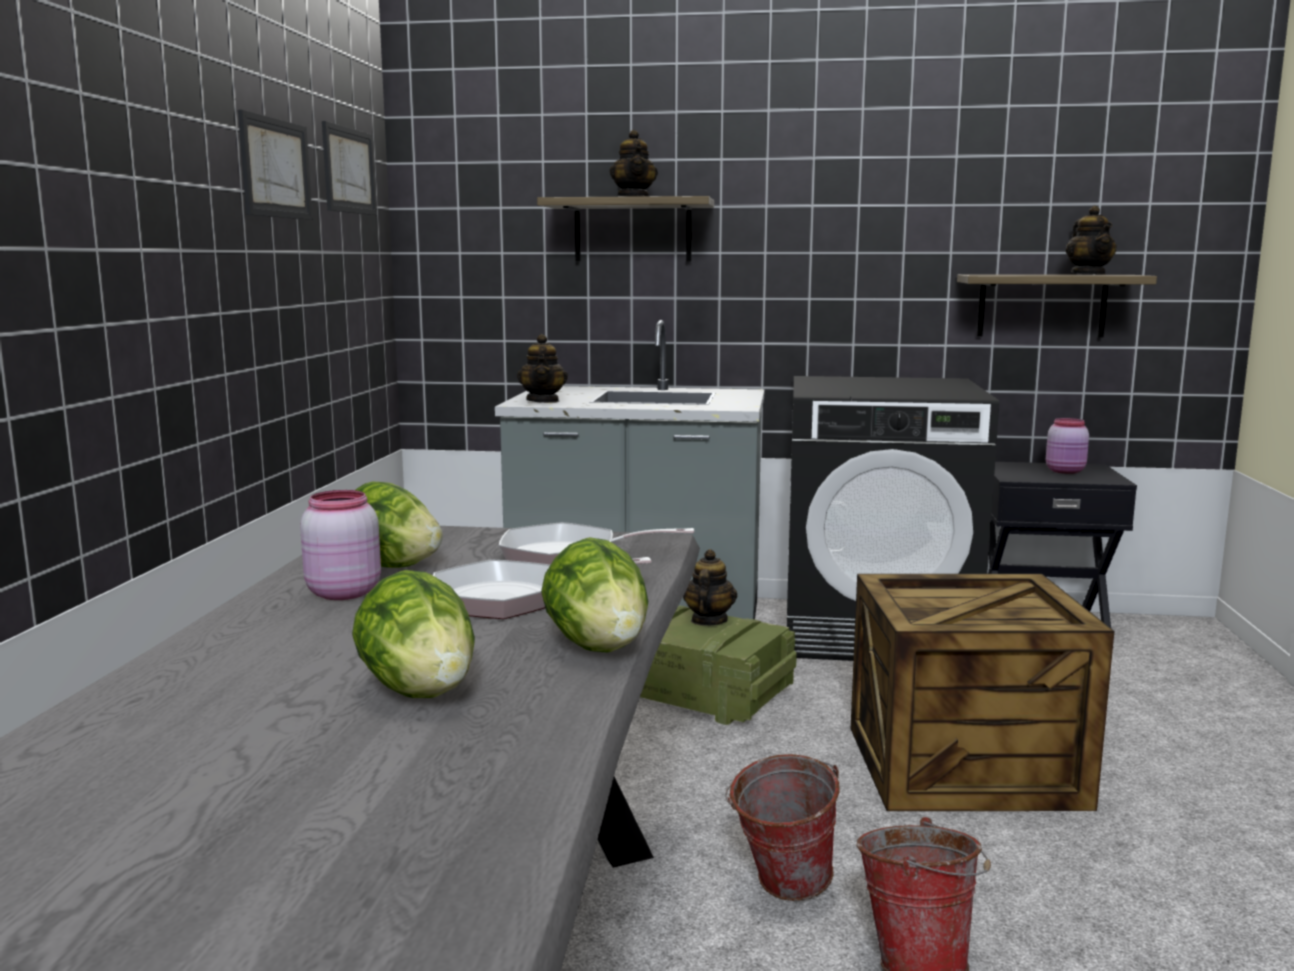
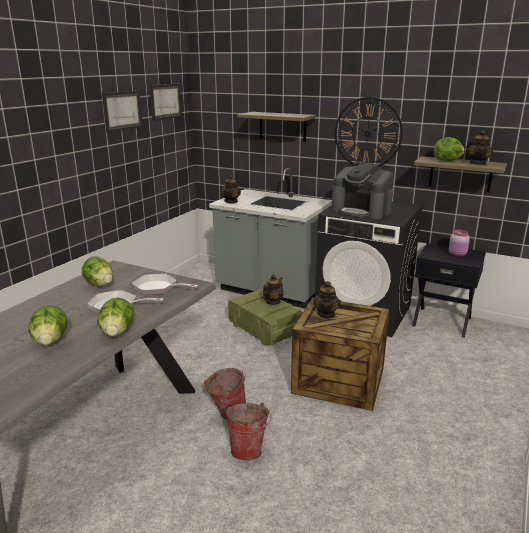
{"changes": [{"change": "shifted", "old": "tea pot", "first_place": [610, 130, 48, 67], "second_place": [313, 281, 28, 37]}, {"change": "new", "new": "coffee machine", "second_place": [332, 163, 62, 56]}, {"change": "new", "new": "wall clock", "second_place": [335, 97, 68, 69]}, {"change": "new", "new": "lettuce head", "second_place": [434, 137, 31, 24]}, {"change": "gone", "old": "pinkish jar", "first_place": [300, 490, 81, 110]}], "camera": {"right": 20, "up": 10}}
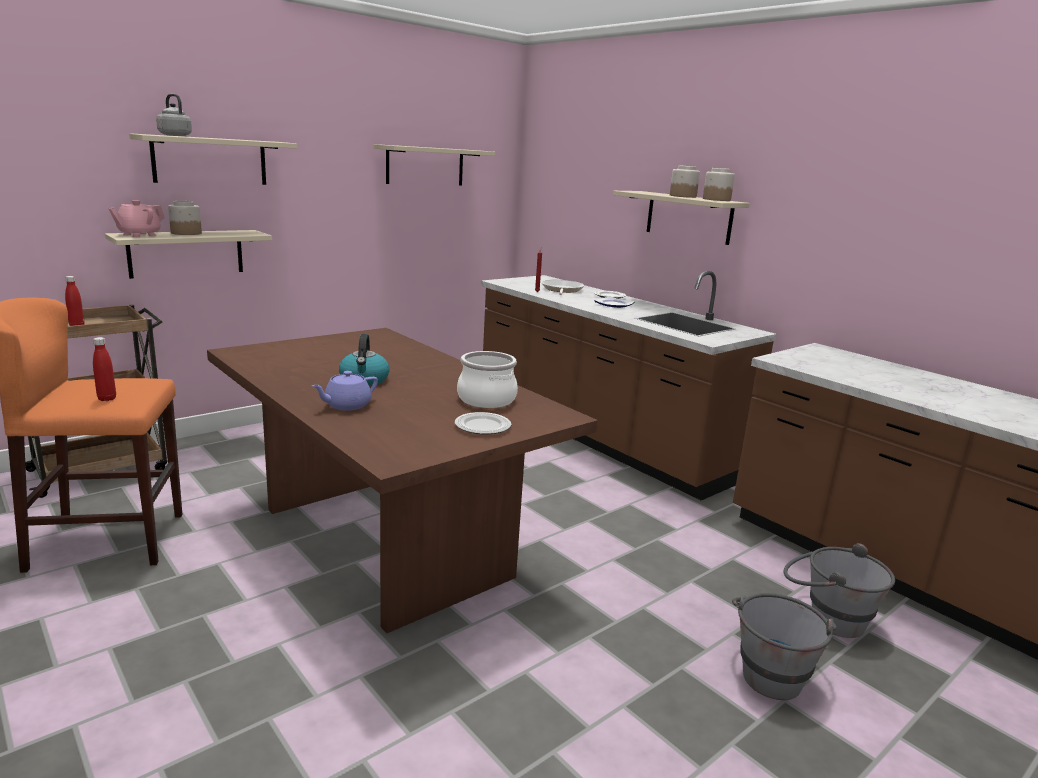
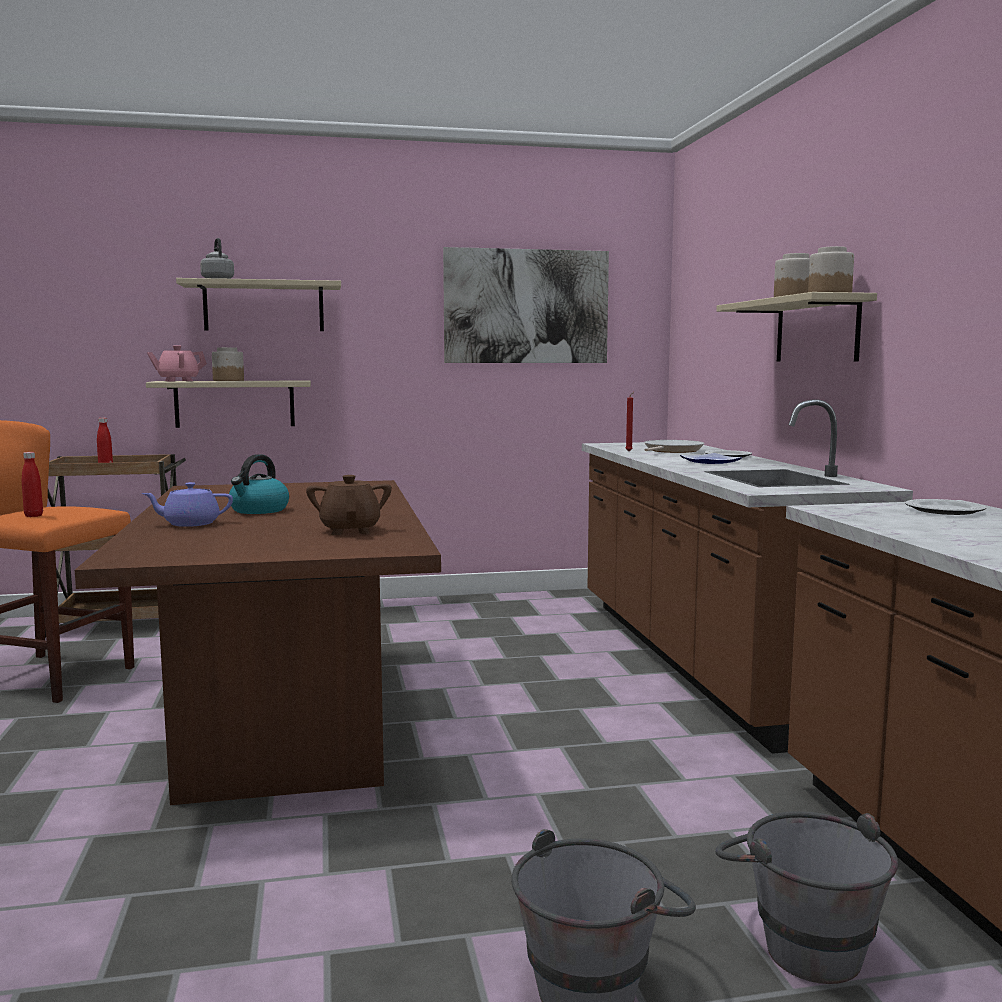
{"changes": [{"change": "swapped", "old": "cooking pot", "new": "brown-coloured tea pot", "first_place": [457, 351, 61, 57], "second_place": [306, 475, 86, 60]}, {"change": "swapped", "old": "sand-coloured shelf", "new": "wall picture", "first_place": [374, 144, 121, 41], "second_place": [443, 247, 166, 116]}, {"change": "shifted", "old": "dinner plate", "first_place": [455, 412, 57, 23], "second_place": [905, 499, 81, 16]}], "camera": {"right": 30, "up": -10}}
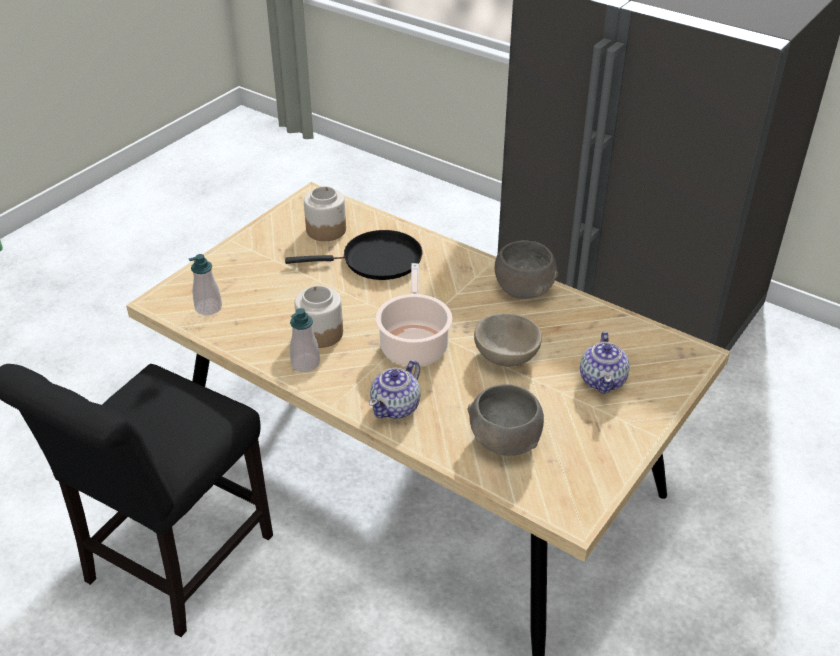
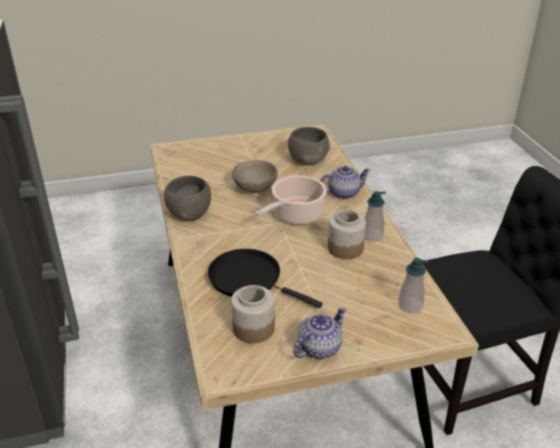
{"changes": [{"change": "shifted", "old": "tea pot", "first_place": [580, 332, 50, 62], "second_place": [293, 307, 53, 52]}], "camera": {"right": -140, "up": -5}}
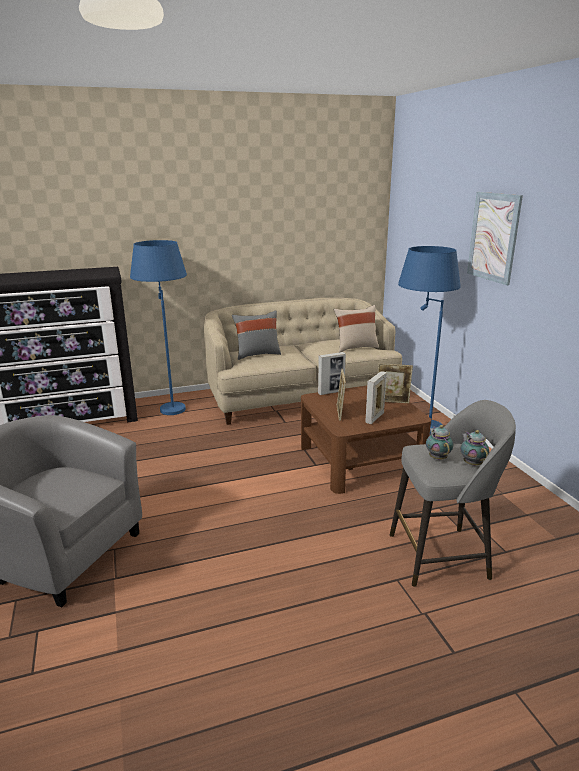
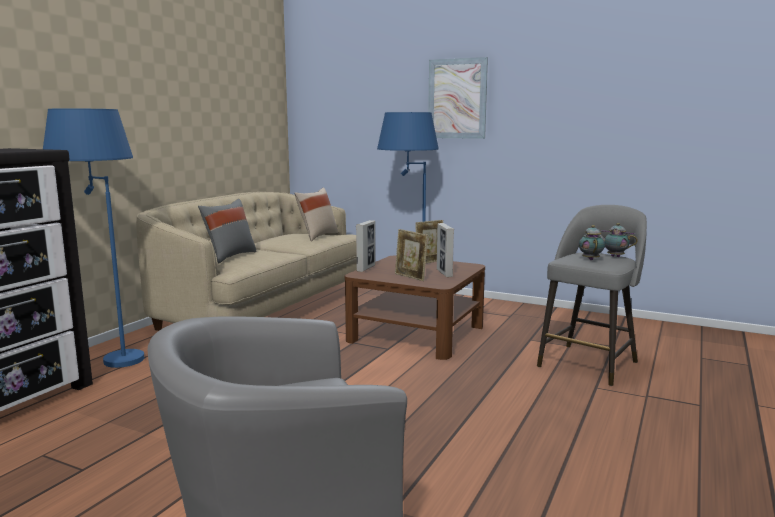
{"changes": [{"change": "rotated", "old": "tea pot", "first_place": [426, 425, 27, 35], "second_place": [579, 225, 26, 35], "degrees": 60}], "camera": {"right": -45, "up": -10}}
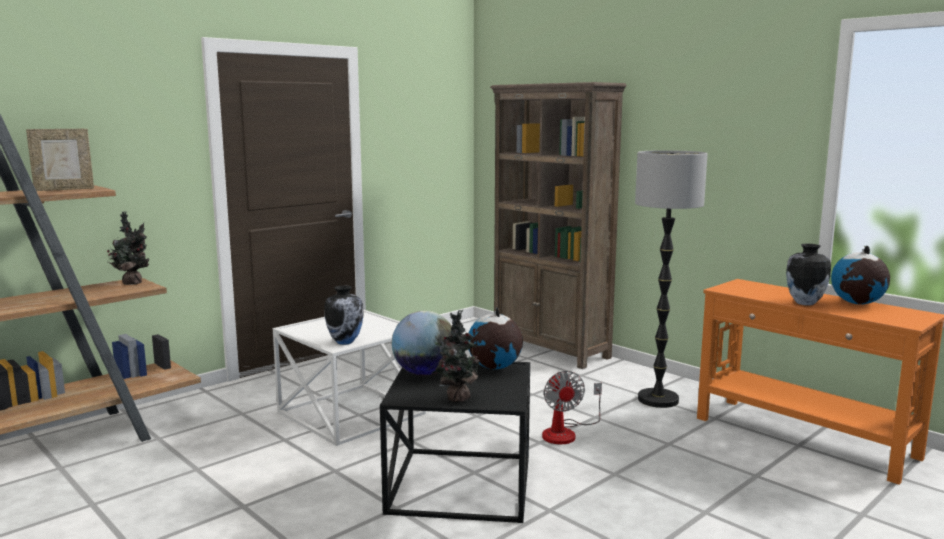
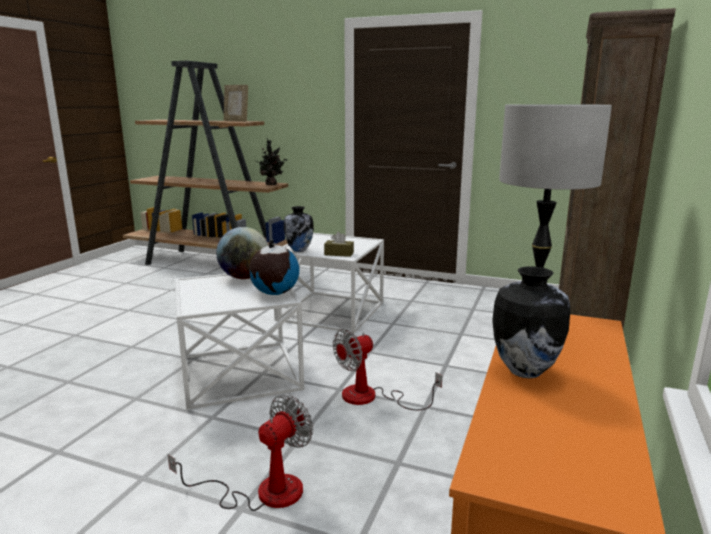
{"changes": [{"change": "new", "new": "electric fan", "second_place": [168, 395, 145, 116]}, {"change": "repainted", "old": "black-coloured side table", "new": "whitish side table", "first_place": [380, 362, 150, 161], "second_place": [175, 274, 129, 136]}, {"change": "new", "new": "brown-coloured tissue box", "second_place": [324, 232, 30, 25]}, {"change": "gone", "old": "potted plant", "first_place": [432, 310, 48, 93]}, {"change": "gone", "old": "globe", "first_place": [831, 246, 59, 58]}], "camera": {"right": 65, "up": 5}}
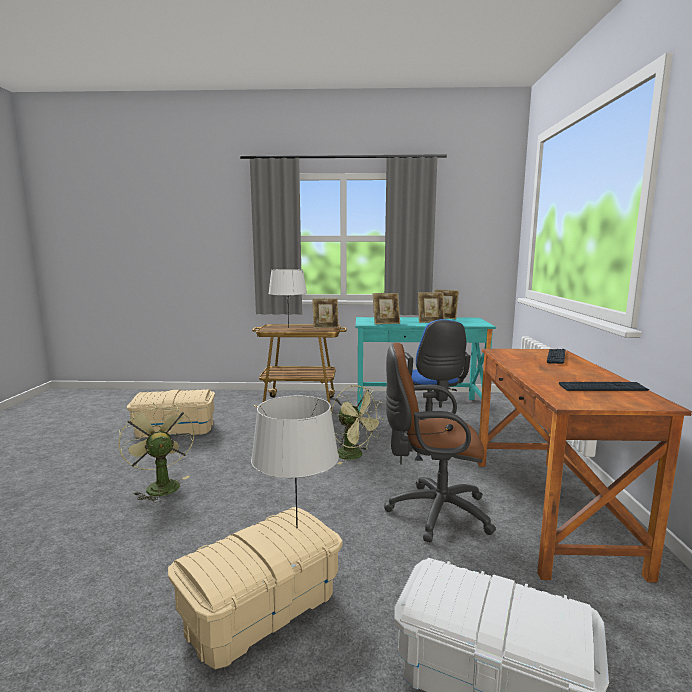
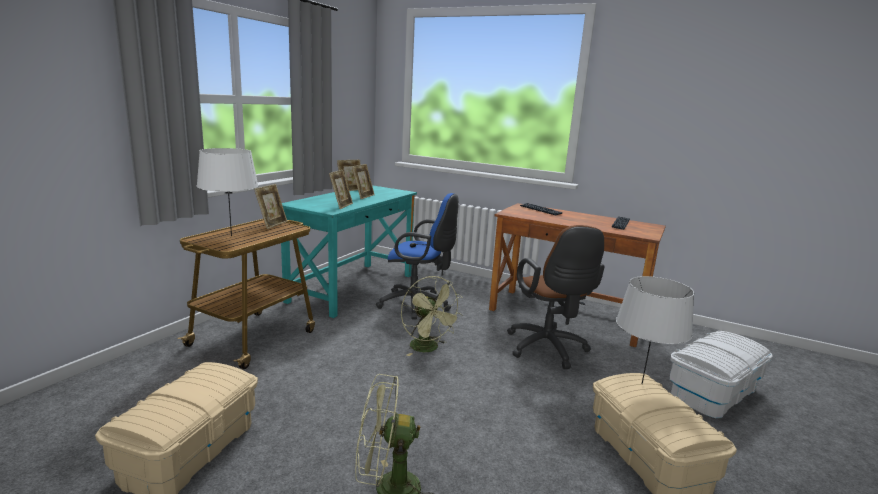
{"changes": [{"change": "rotated", "old": "green-coloured electric fan", "first_place": [331, 385, 53, 80], "second_place": [401, 276, 62, 80], "degrees": 75}, {"change": "rotated", "old": "brown-coloured office chair", "first_place": [384, 343, 112, 199], "second_place": [507, 225, 98, 144], "degrees": -45}], "camera": {"right": -65, "up": 5}}
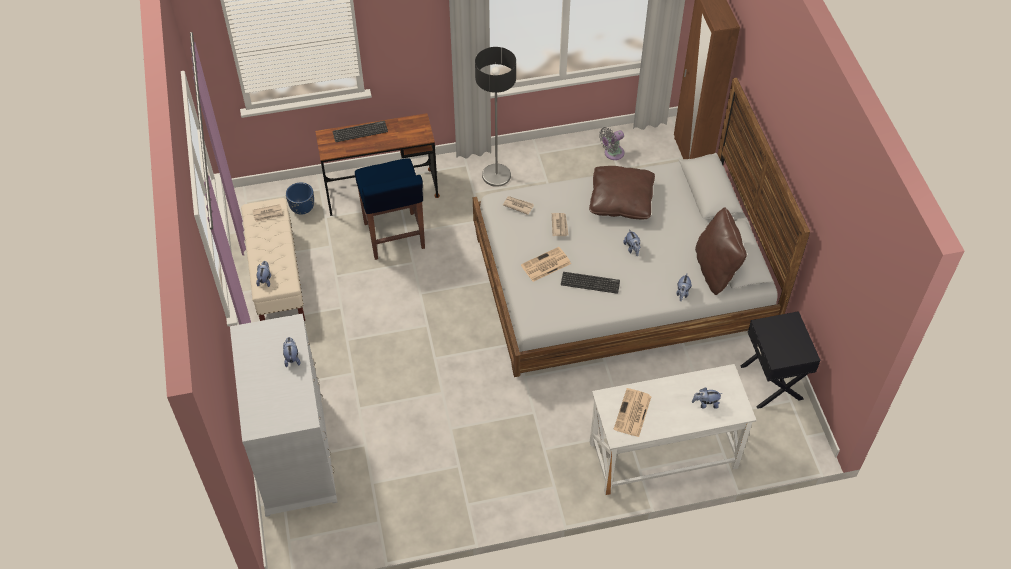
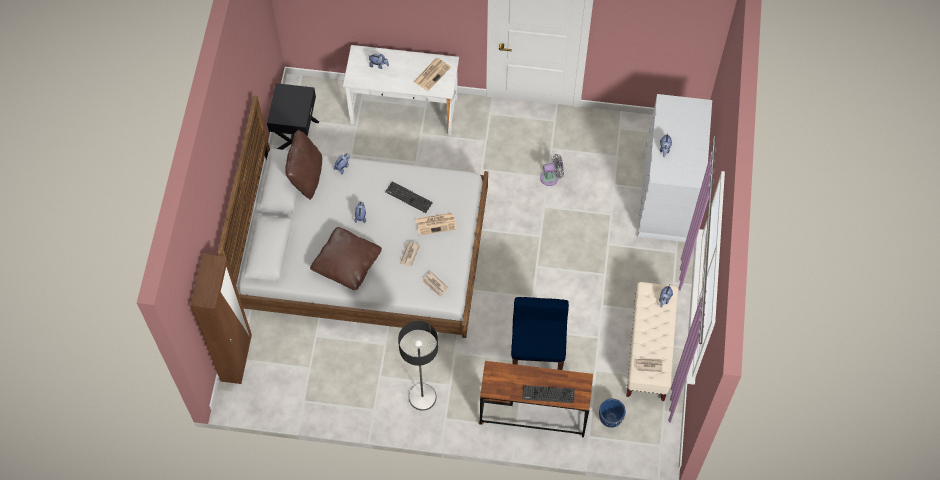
{"changes": [{"change": "shifted", "old": "grey electric fan", "first_place": [599, 127, 25, 33], "second_place": [540, 154, 24, 32]}], "camera": {"right": -160, "up": 10}}
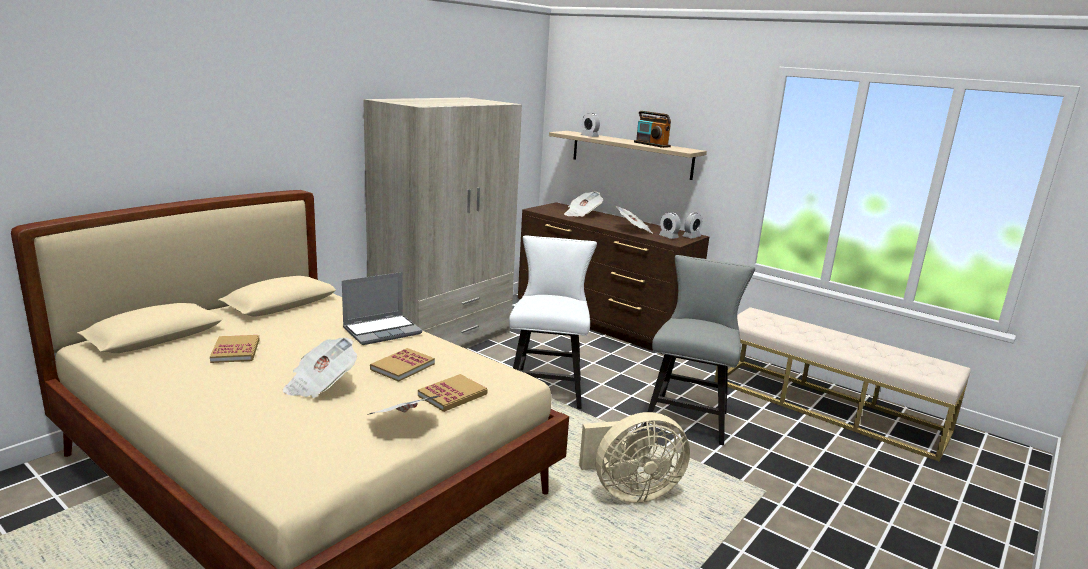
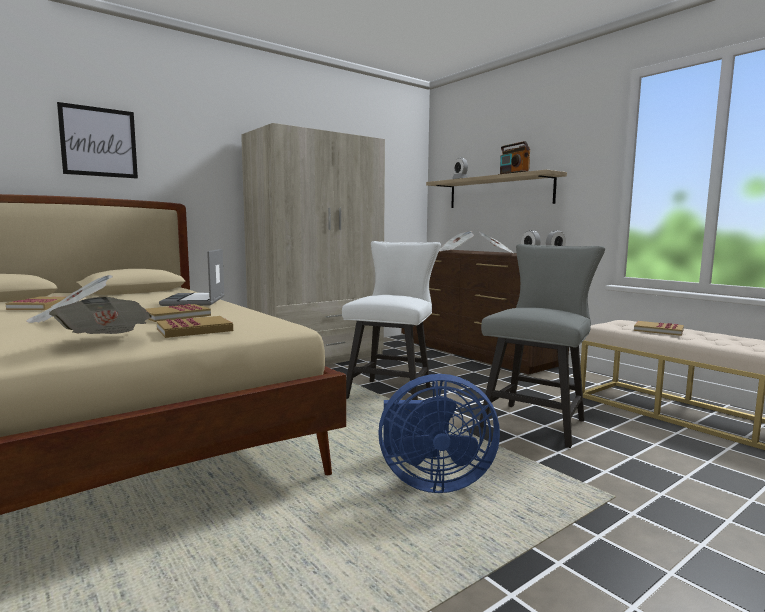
{"changes": [{"change": "new", "new": "wall picture", "second_place": [57, 102, 81, 76]}, {"change": "rotated", "old": "portable computer", "first_place": [342, 272, 80, 73], "second_place": [159, 249, 66, 57], "degrees": 105}, {"change": "repainted", "old": "sand-coloured electric fan", "new": "blue electric fan", "first_place": [579, 412, 111, 91], "second_place": [378, 374, 122, 119]}, {"change": "new", "new": "bound book", "second_place": [634, 321, 50, 15]}], "camera": {"right": 15, "up": -10}}
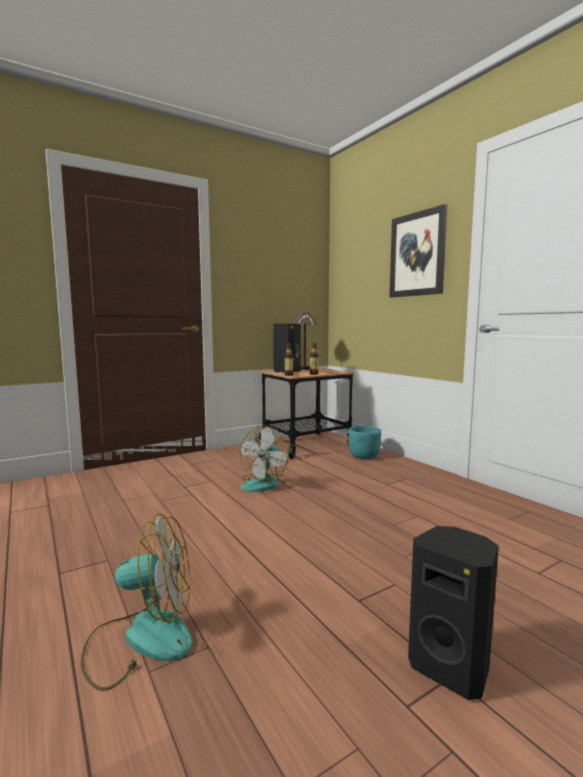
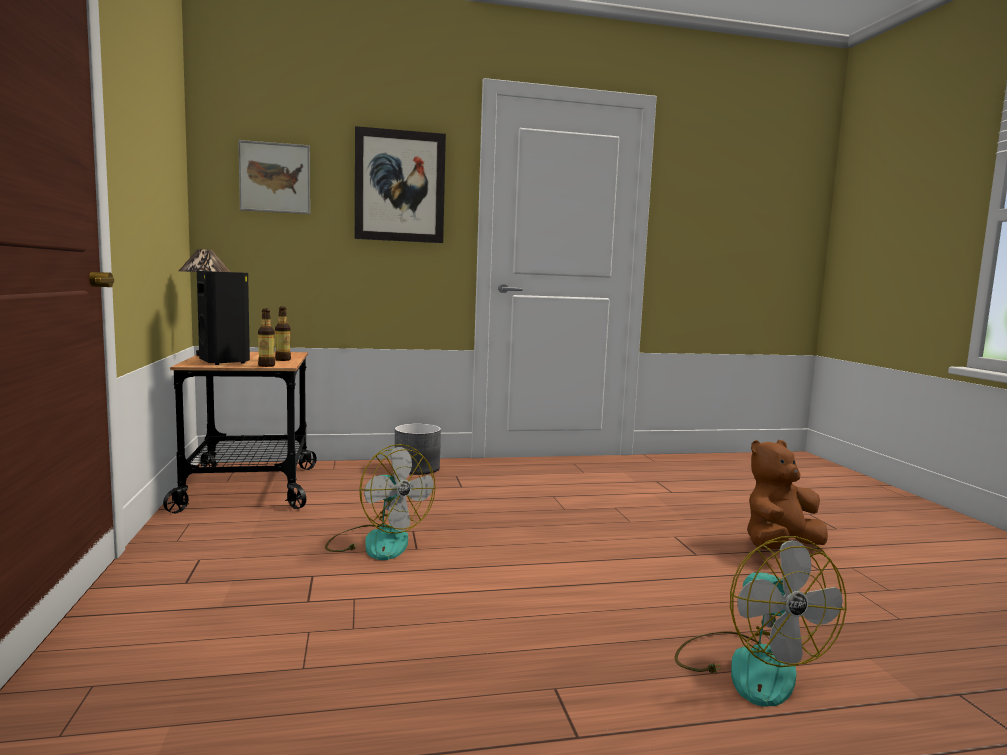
{"changes": [{"change": "new", "new": "wall picture", "second_place": [238, 140, 72, 74]}, {"change": "new", "new": "grey flower pot", "second_place": [395, 424, 46, 51]}, {"change": "rotated", "old": "electric fan", "first_place": [81, 513, 111, 178], "second_place": [674, 536, 172, 171], "degrees": 150}, {"change": "swapped", "old": "black-coloured audio speaker", "new": "brown-coloured soft toy", "first_place": [408, 526, 91, 174], "second_place": [747, 440, 81, 109]}, {"change": "gone", "old": "turquoise flower pot", "first_place": [349, 426, 32, 33]}], "camera": {"right": -70, "up": 0}}
